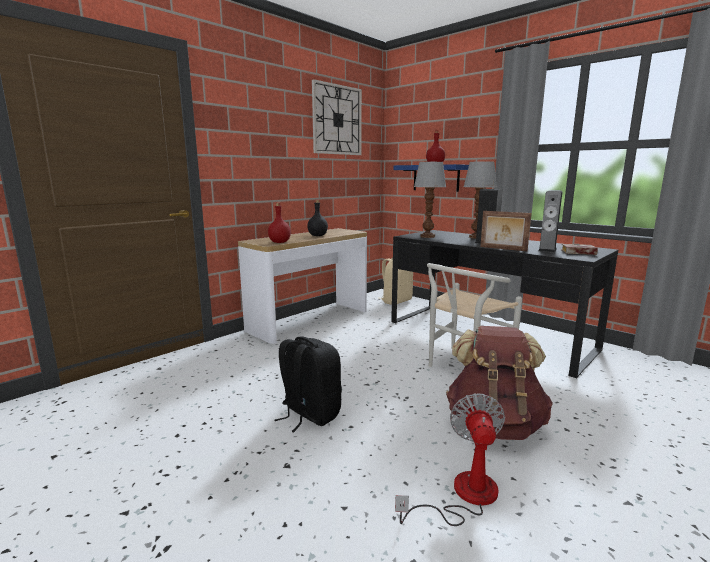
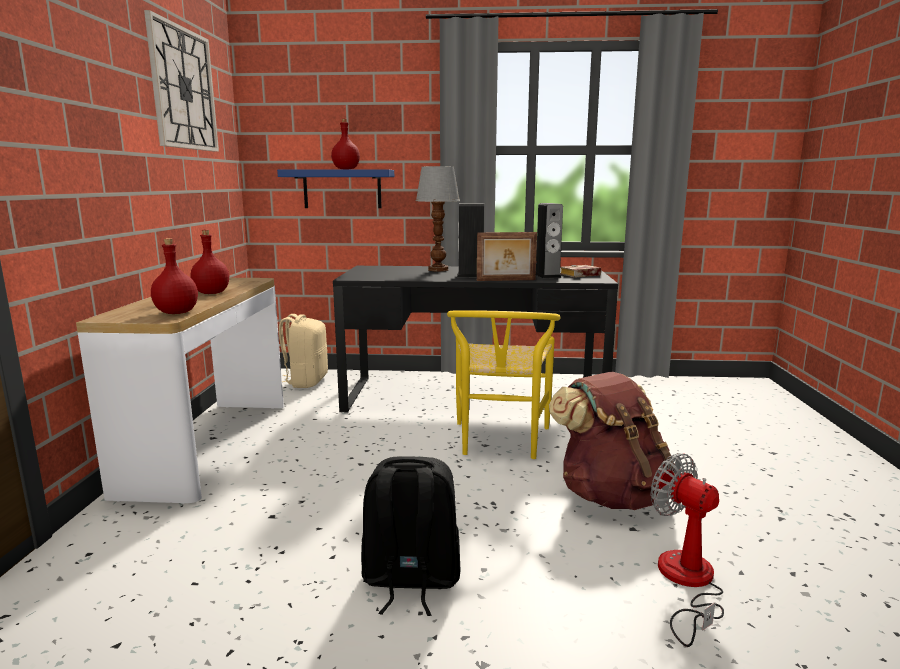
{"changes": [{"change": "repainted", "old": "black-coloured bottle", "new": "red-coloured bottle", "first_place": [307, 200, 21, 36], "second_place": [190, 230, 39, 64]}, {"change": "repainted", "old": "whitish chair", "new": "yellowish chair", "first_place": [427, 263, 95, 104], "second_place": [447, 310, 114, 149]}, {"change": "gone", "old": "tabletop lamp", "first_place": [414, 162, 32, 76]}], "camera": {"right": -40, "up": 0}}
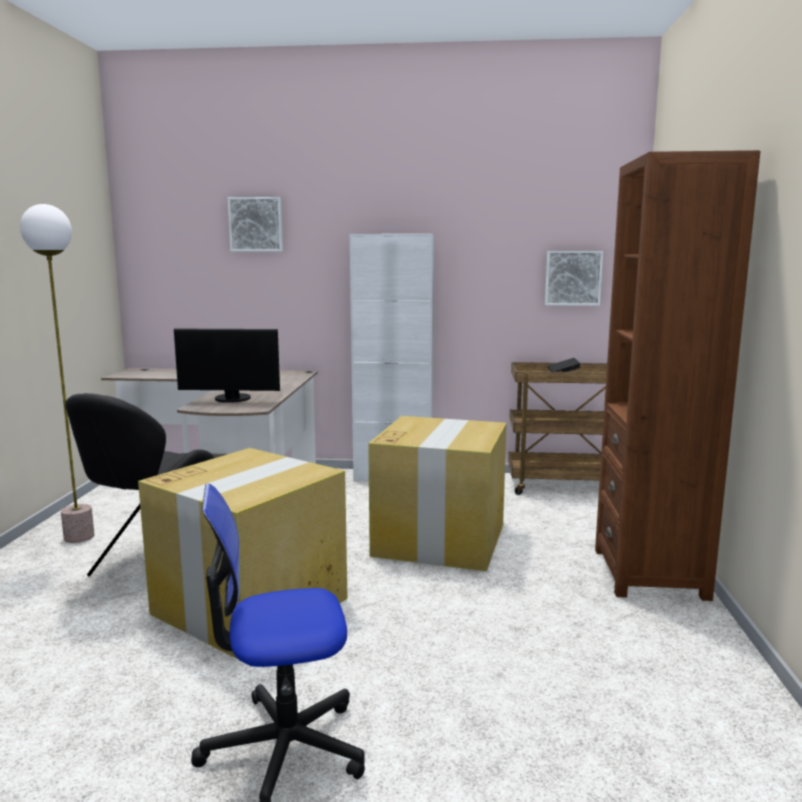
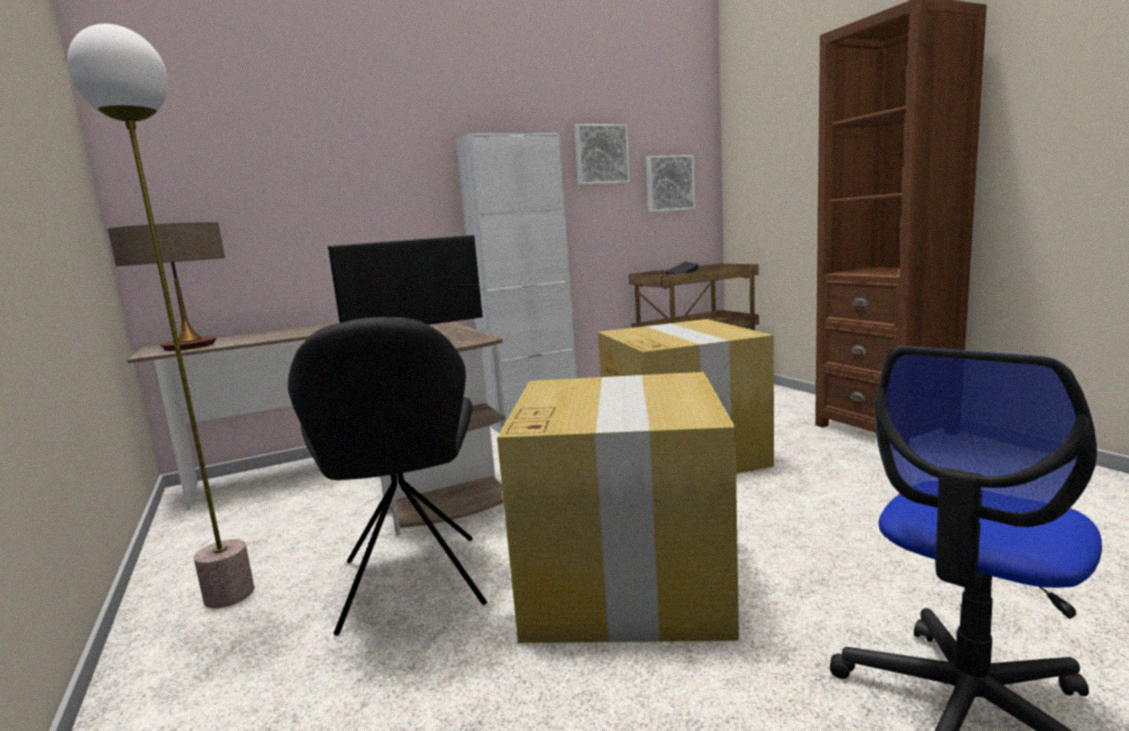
{"changes": [{"change": "new", "new": "tabletop lamp", "second_place": [108, 222, 117, 129]}, {"change": "shifted", "old": "wall picture", "first_place": [228, 197, 55, 54], "second_place": [574, 124, 56, 61]}], "camera": {"right": -30, "up": 0}}
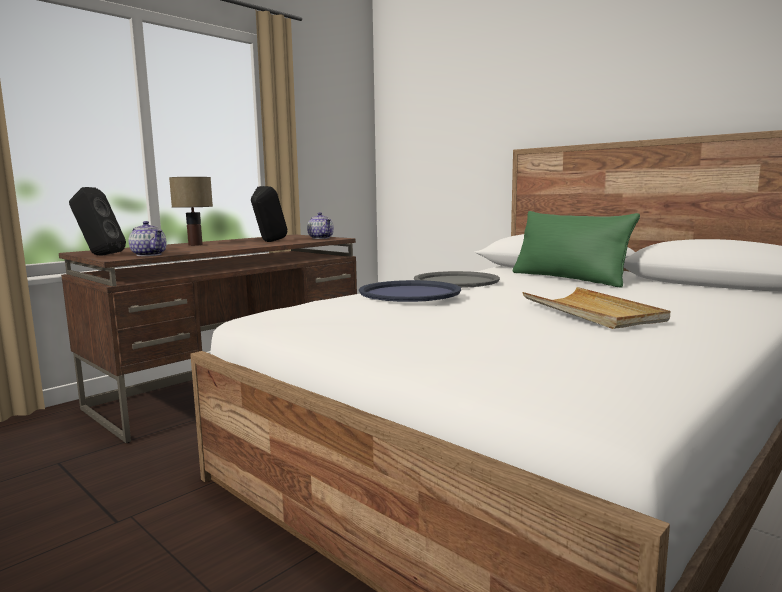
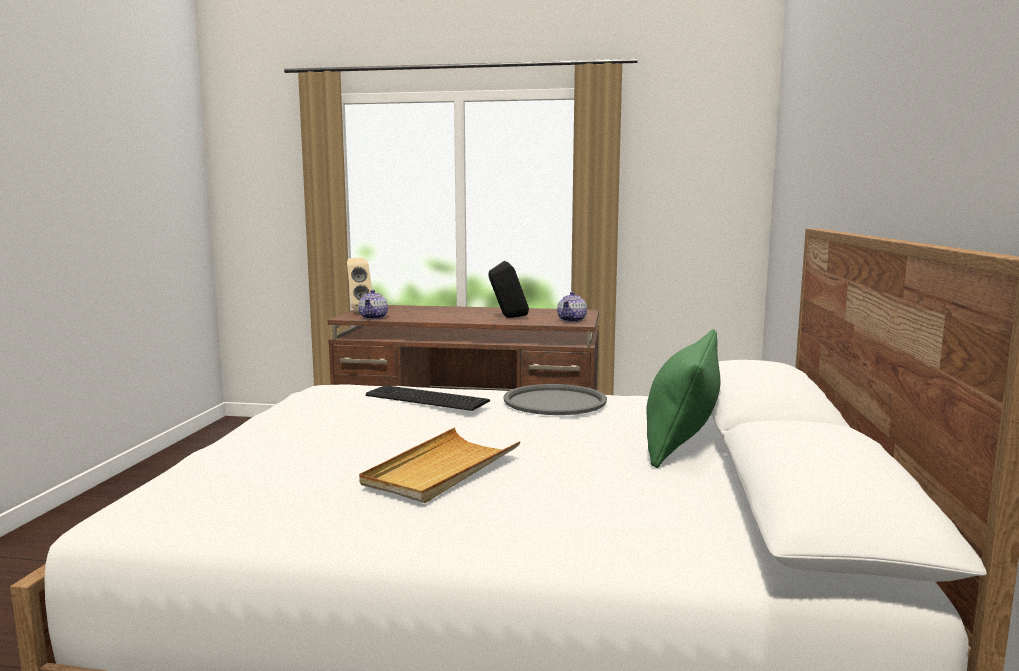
{"changes": [{"change": "repainted", "old": "black-coloured audio speaker", "new": "sand-coloured audio speaker", "first_place": [69, 187, 57, 69], "second_place": [347, 258, 25, 55]}, {"change": "swapped", "old": "blue tray", "new": "keyboard", "first_place": [359, 280, 102, 22], "second_place": [365, 385, 125, 26]}, {"change": "gone", "old": "tabletop lamp", "first_place": [169, 177, 44, 69]}], "camera": {"right": 55, "up": 0}}
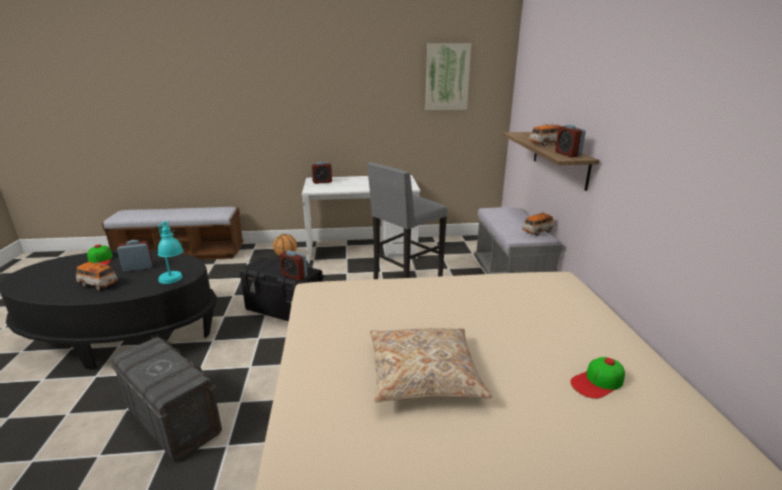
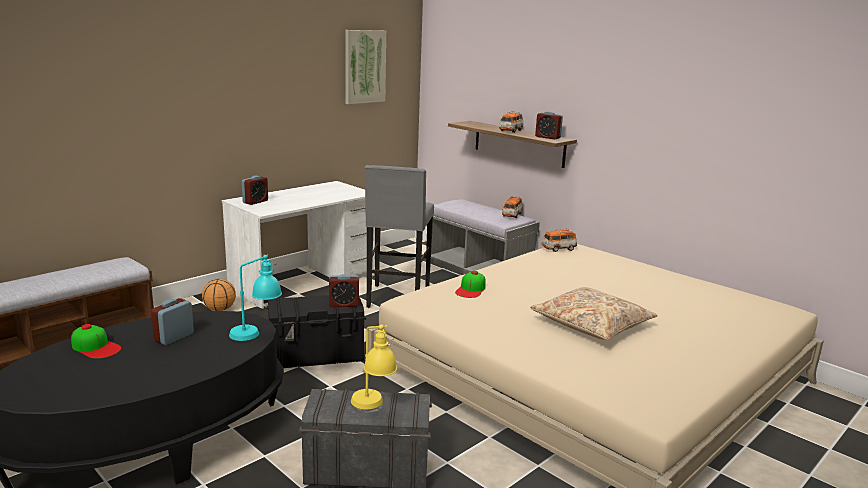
{"changes": [{"change": "new", "new": "yellowish tabletop lamp", "second_place": [351, 324, 46, 85]}, {"change": "shifted", "old": "baseball cap", "first_place": [570, 357, 55, 42], "second_place": [455, 271, 31, 27]}, {"change": "shifted", "old": "miniature car", "first_place": [76, 262, 42, 29], "second_place": [541, 229, 36, 23]}], "camera": {"right": -40, "up": -5}}
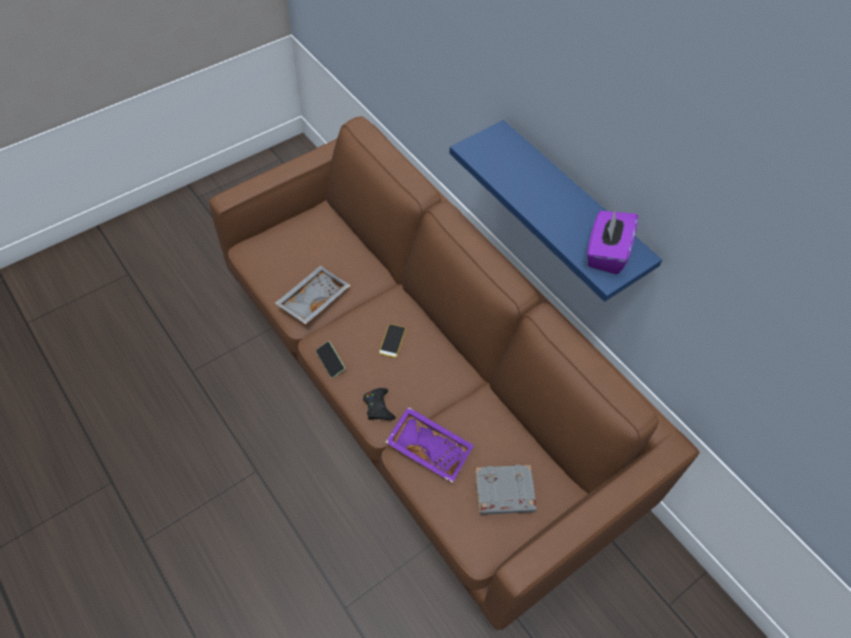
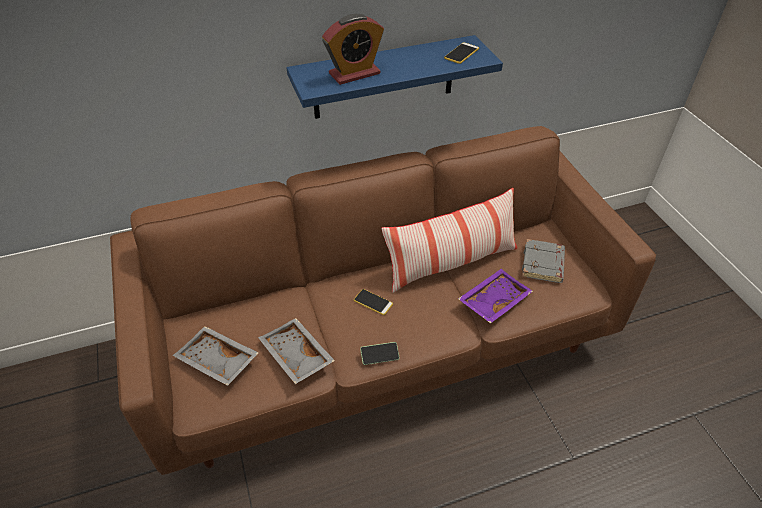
{"changes": [{"change": "new", "new": "grey tray", "second_place": [173, 326, 86, 60]}, {"change": "new", "new": "alarm clock", "second_place": [322, 14, 62, 71]}, {"change": "new", "new": "pillow", "second_place": [381, 188, 136, 105]}, {"change": "swapped", "old": "purple-coloured tissue box", "new": "phone", "first_place": [587, 211, 51, 63], "second_place": [444, 43, 35, 21]}, {"change": "gone", "old": "black-coloured gamepad", "first_place": [363, 388, 33, 32]}], "camera": {"right": -70, "up": -10}}
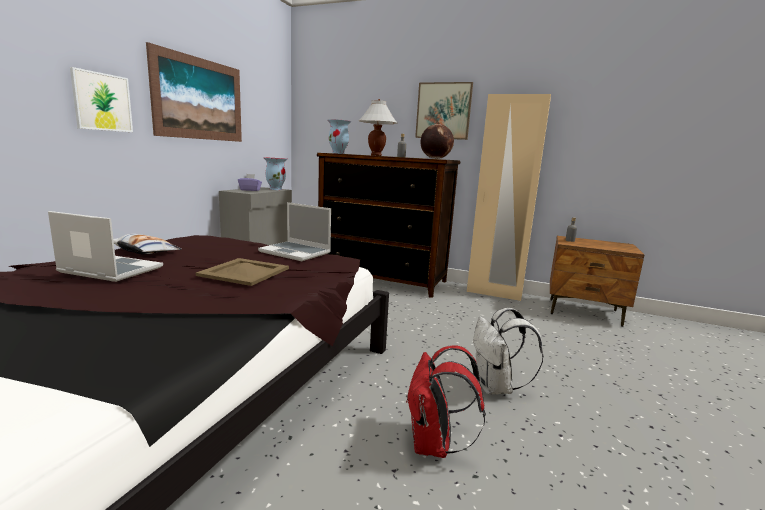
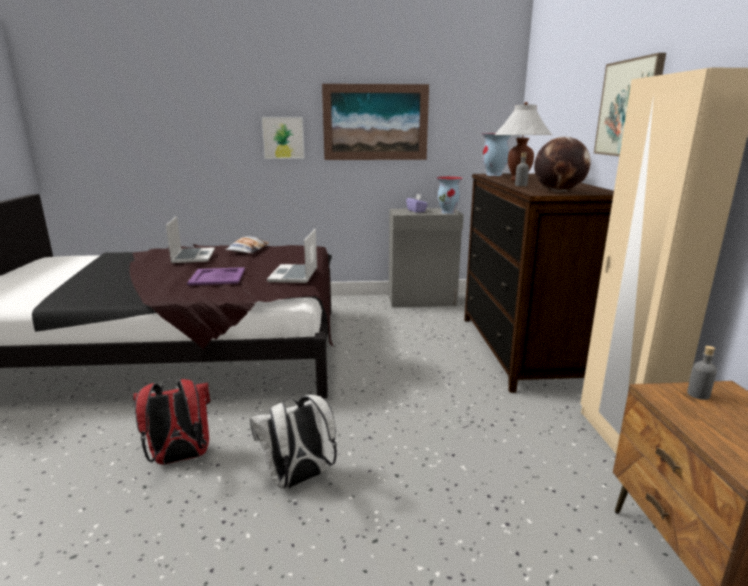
{"changes": [{"change": "repainted", "old": "sand-coloured tray", "new": "purple-coloured tray", "first_place": [196, 258, 93, 28], "second_place": [187, 267, 58, 18]}], "camera": {"right": 65, "up": 5}}
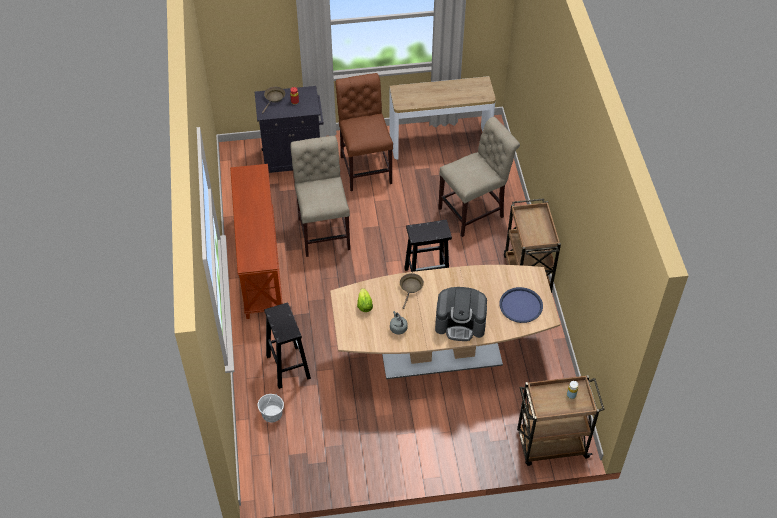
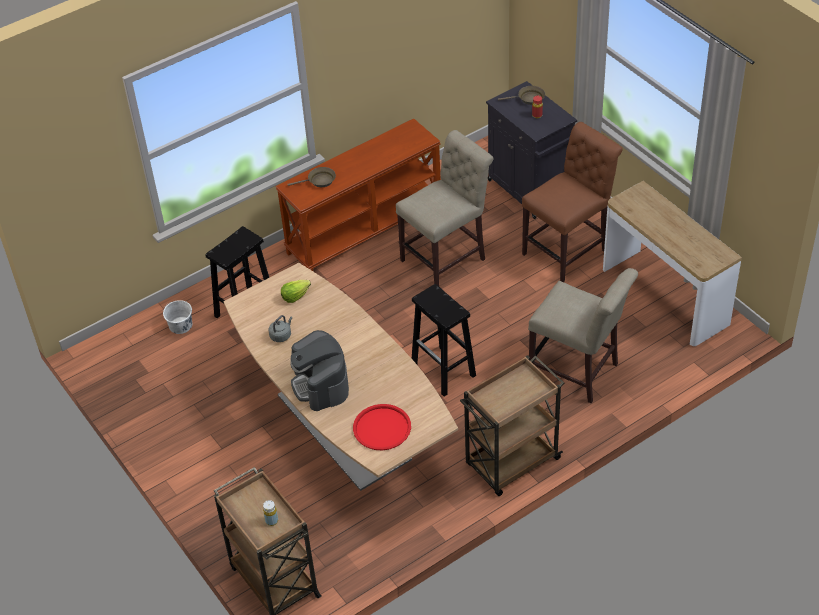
{"changes": [{"change": "shifted", "old": "brown-coloured pan", "first_place": [400, 273, 24, 36], "second_place": [287, 167, 49, 20]}, {"change": "repainted", "old": "blue tray", "new": "red-coloured tray", "first_place": [499, 287, 44, 36], "second_place": [353, 404, 58, 46]}], "camera": {"right": 65, "up": -5}}
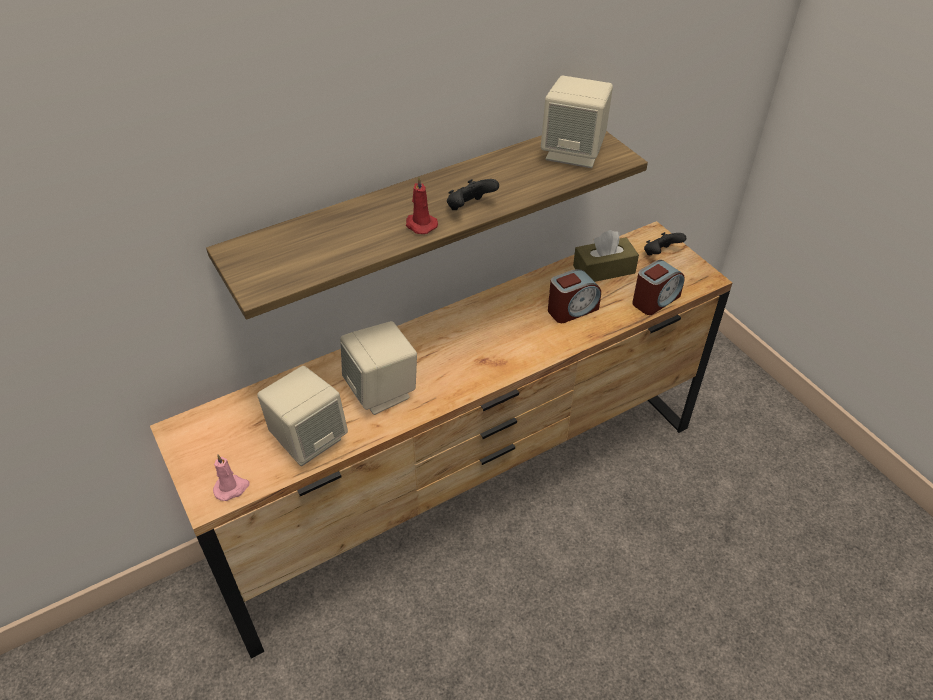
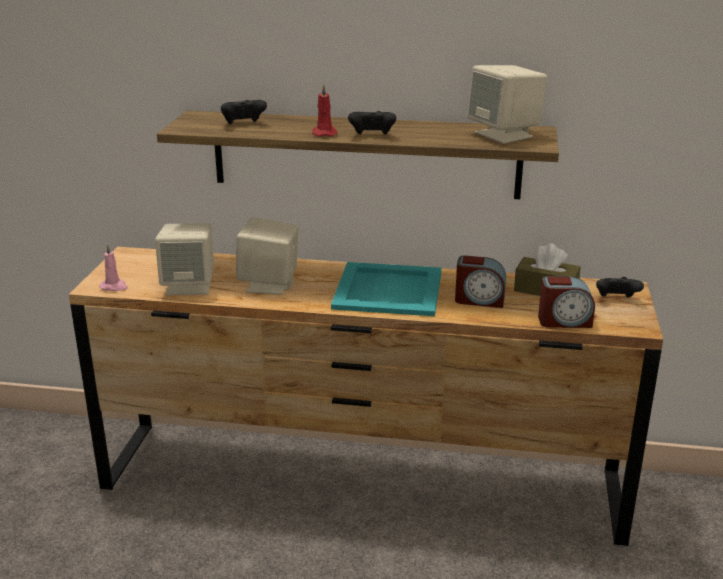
{"changes": [{"change": "new", "new": "black-coloured gamepad", "second_place": [221, 100, 46, 24]}, {"change": "new", "new": "turquoise tray", "second_place": [331, 262, 111, 54]}], "camera": {"right": 40, "up": -20}}
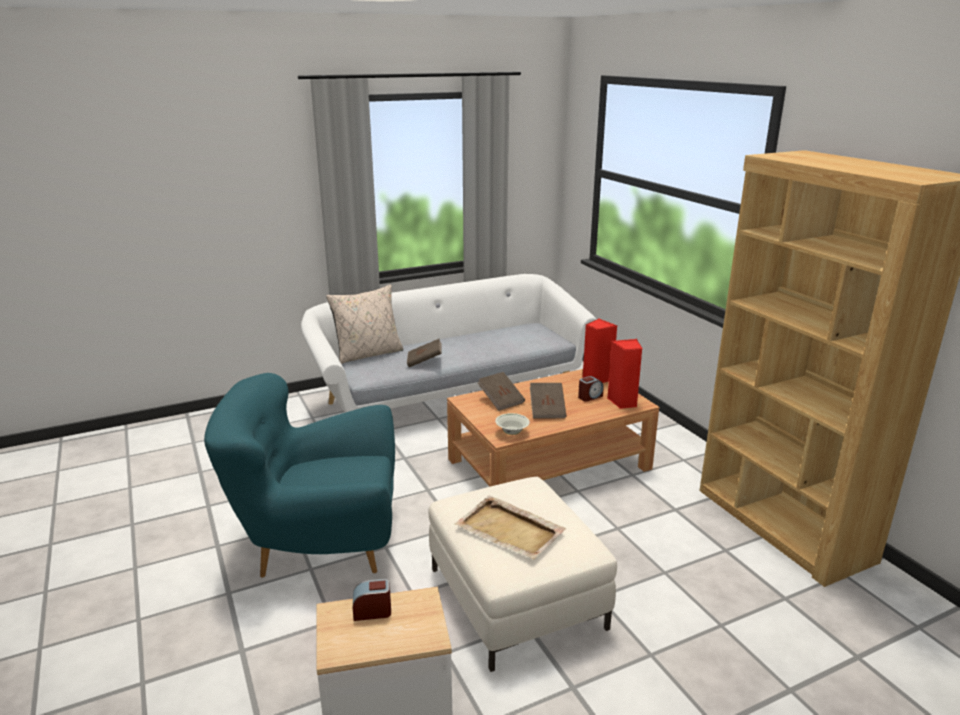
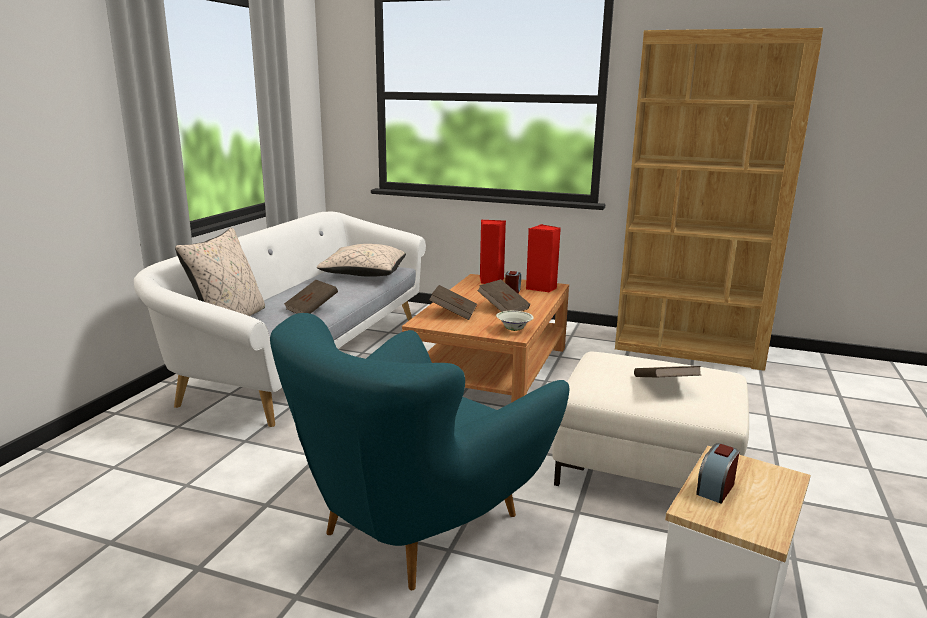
{"changes": [{"change": "new", "new": "sand-coloured pillow", "second_place": [317, 244, 89, 33]}, {"change": "swapped", "old": "sand-coloured tray", "new": "brown-coloured bound book", "first_place": [454, 495, 112, 64], "second_place": [634, 366, 68, 11]}], "camera": {"right": -45, "up": -5}}
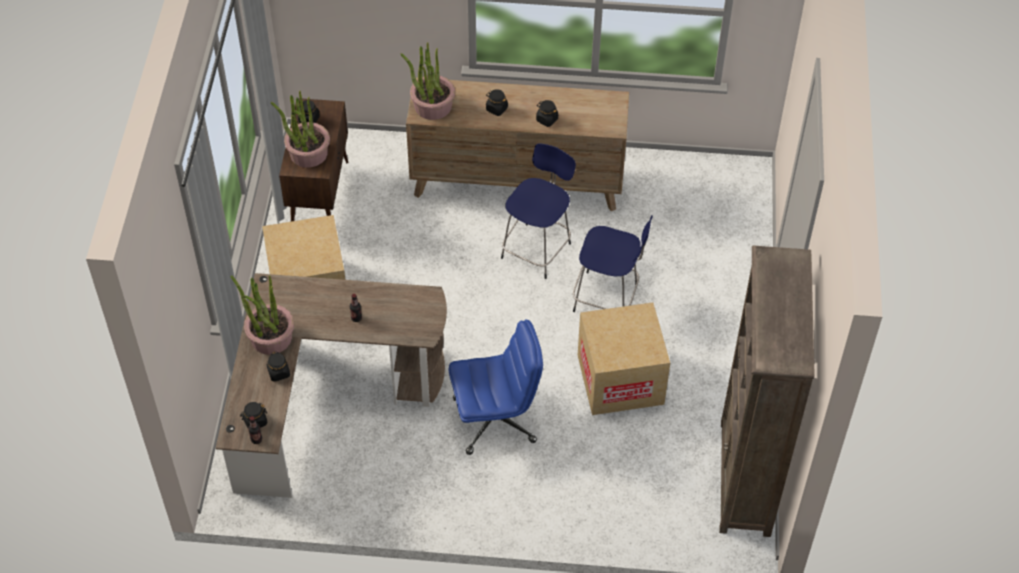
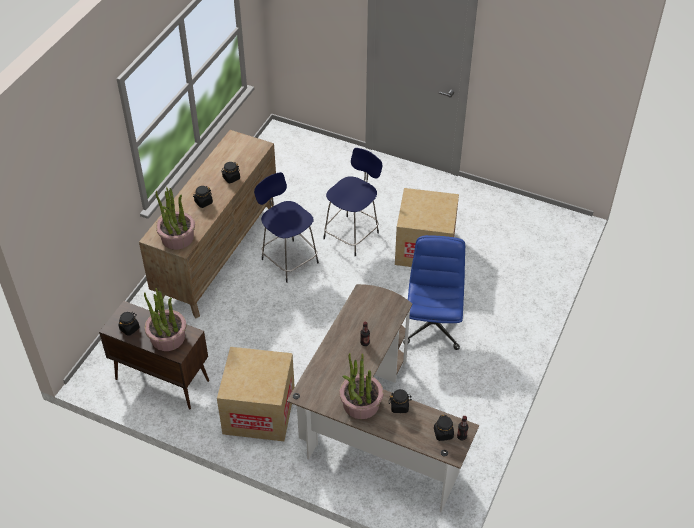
{"changes": [{"change": "gone", "old": "brown-coloured bookcase", "first_place": [719, 245, 96, 292]}], "camera": {"right": -70, "up": -5}}
